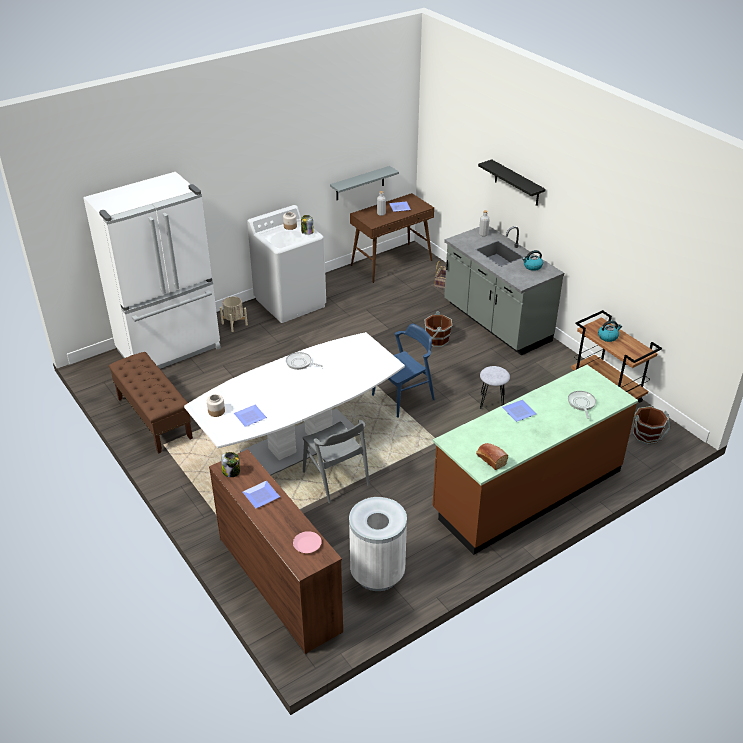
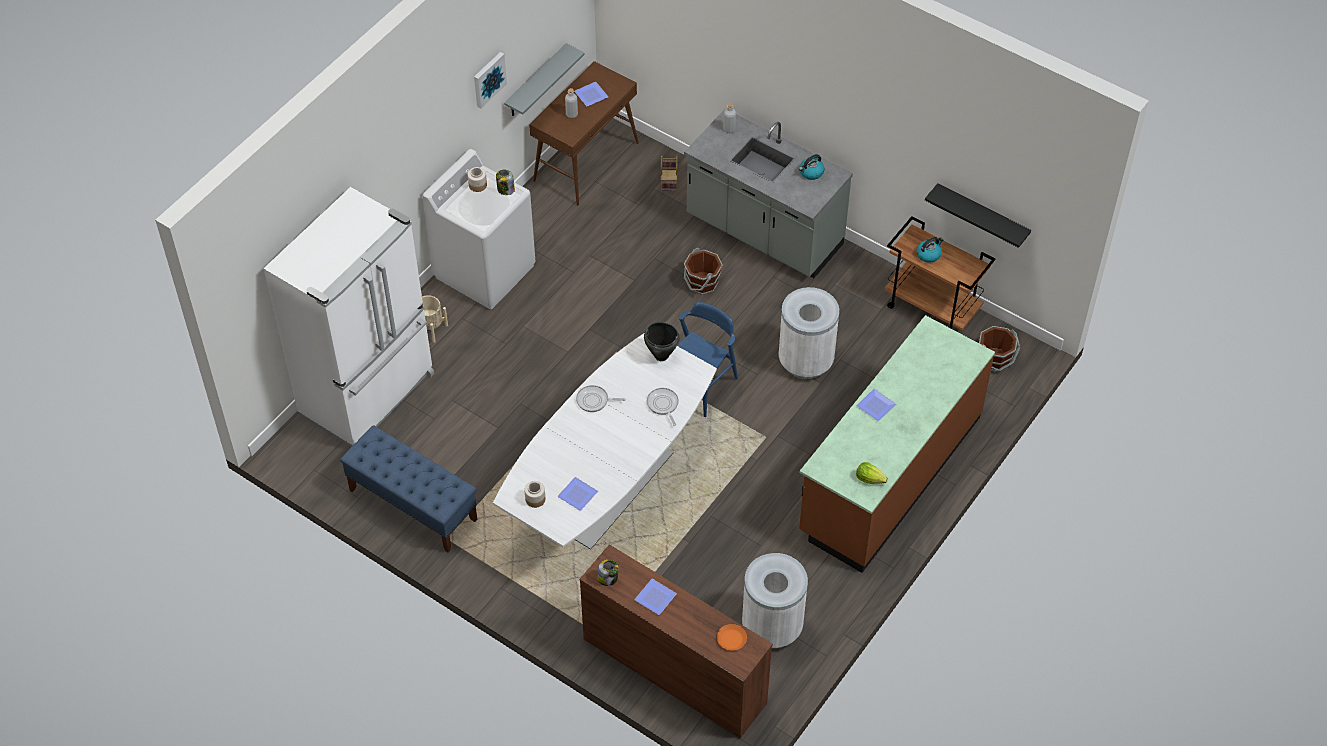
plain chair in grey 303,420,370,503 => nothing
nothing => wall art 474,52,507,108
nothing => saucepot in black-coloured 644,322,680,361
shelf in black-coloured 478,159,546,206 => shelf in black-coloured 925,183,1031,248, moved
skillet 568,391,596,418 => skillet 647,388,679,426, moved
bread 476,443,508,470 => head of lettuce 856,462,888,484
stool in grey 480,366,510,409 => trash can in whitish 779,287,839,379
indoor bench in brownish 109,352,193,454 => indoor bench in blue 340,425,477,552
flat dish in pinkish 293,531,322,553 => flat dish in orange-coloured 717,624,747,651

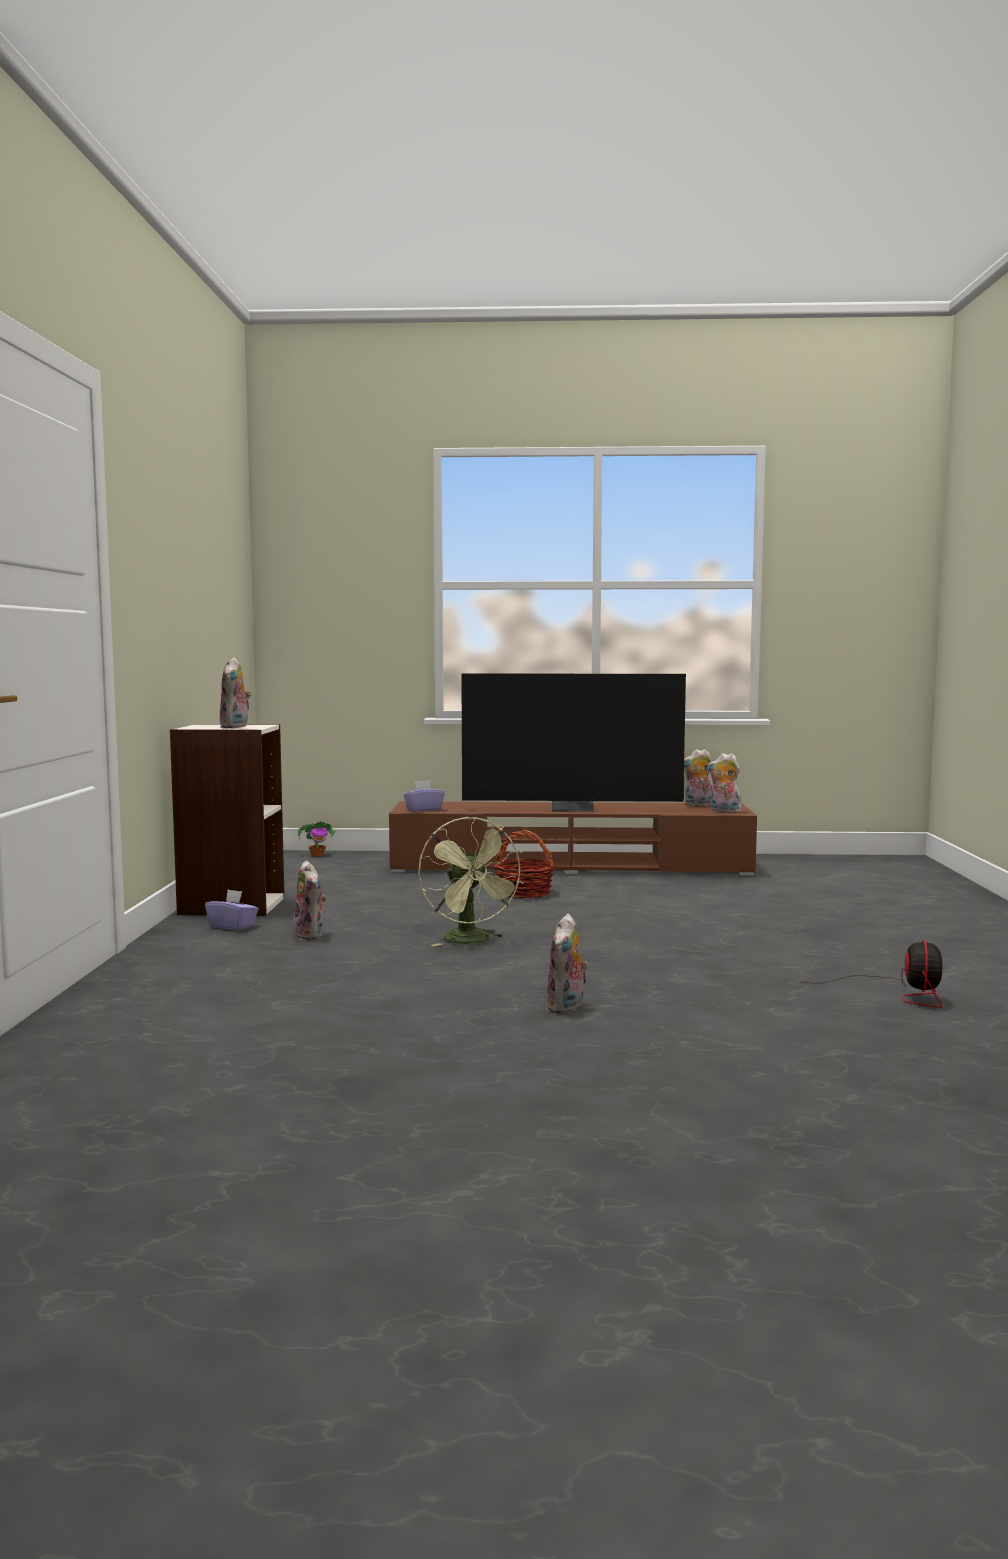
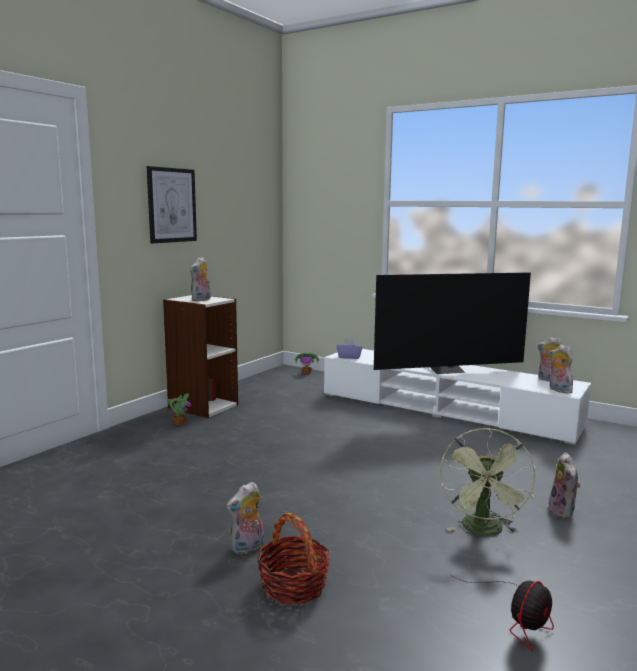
nothing => wall art 147,166,197,243
soft toy 291,860,327,940 => soft toy 549,452,581,519, moved
fan in greenish 418,817,524,946 => fan in greenish 440,428,536,536, moved
household basket 495,830,554,898 => household basket 257,513,330,604, moved
tissue box in purple-coloured 205,889,259,931 => potted plant 167,393,191,425
tv unit in brownish 389,801,757,876 => tv unit in whitish 324,349,591,445
television 461,674,686,812 => television 374,272,531,374, 45 degrees counterclockwise

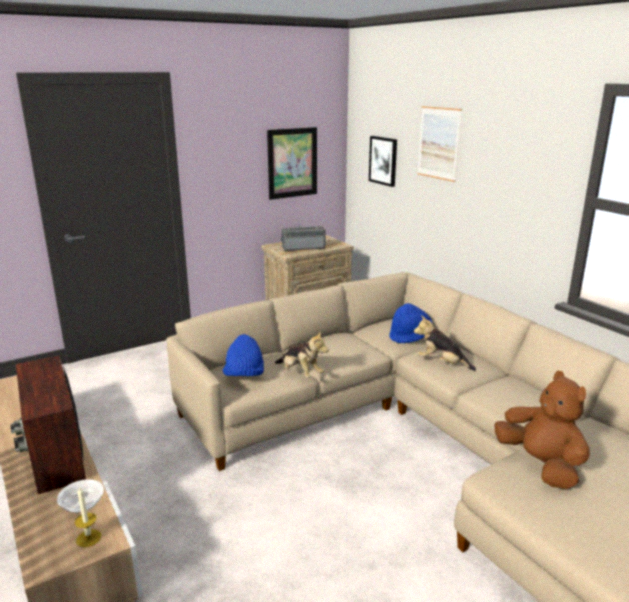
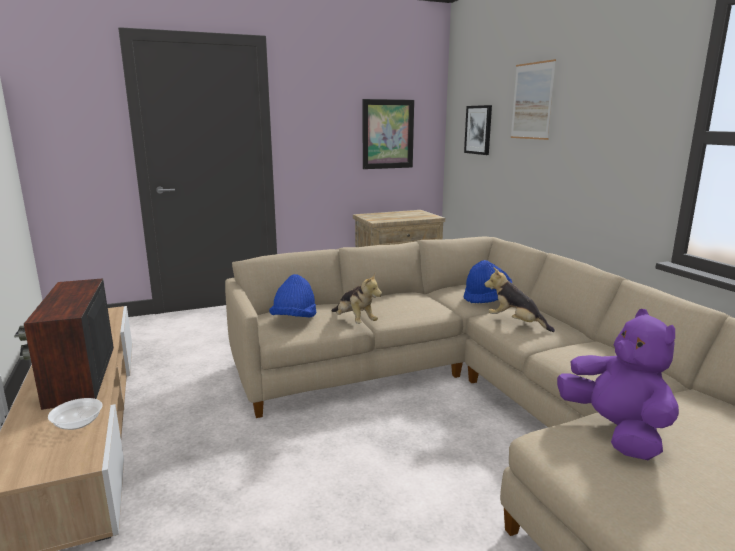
wax light 75,486,101,547 => nothing
radio set 281,225,326,251 => nothing
soft toy in brownish 495,371,590,489 => soft toy in purple-coloured 557,309,679,460

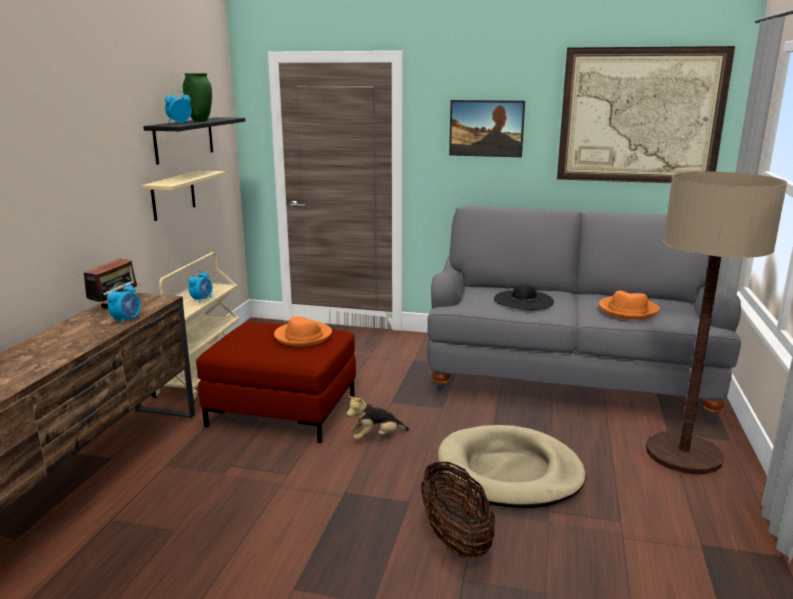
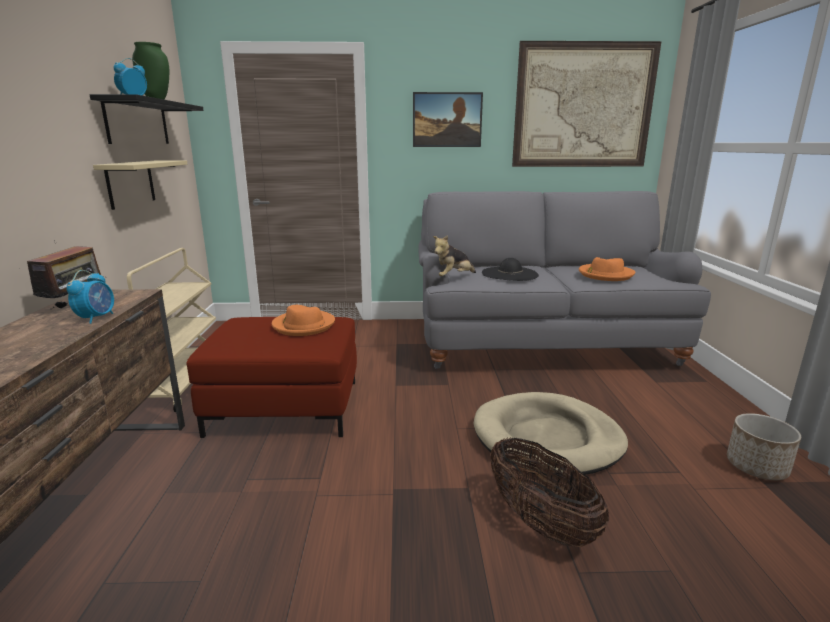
table clock 188,270,213,303 => nothing
standard lamp 646,171,787,474 => nothing
nothing => planter 727,413,801,480
soft toy 347,396,409,440 => soft toy 433,235,476,276, moved

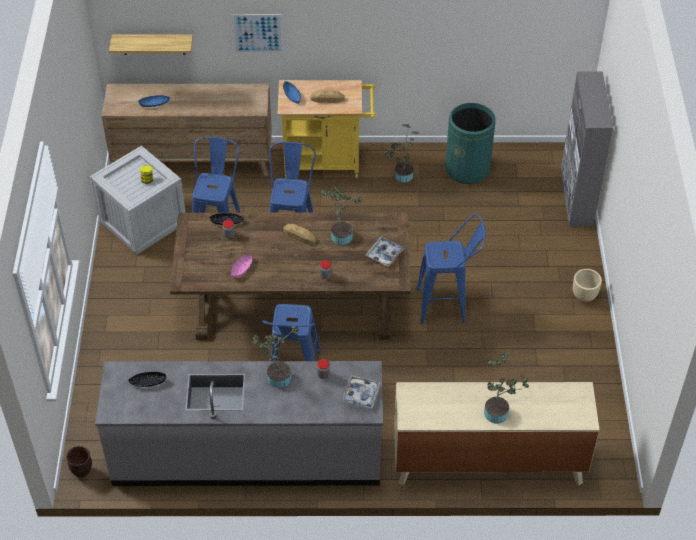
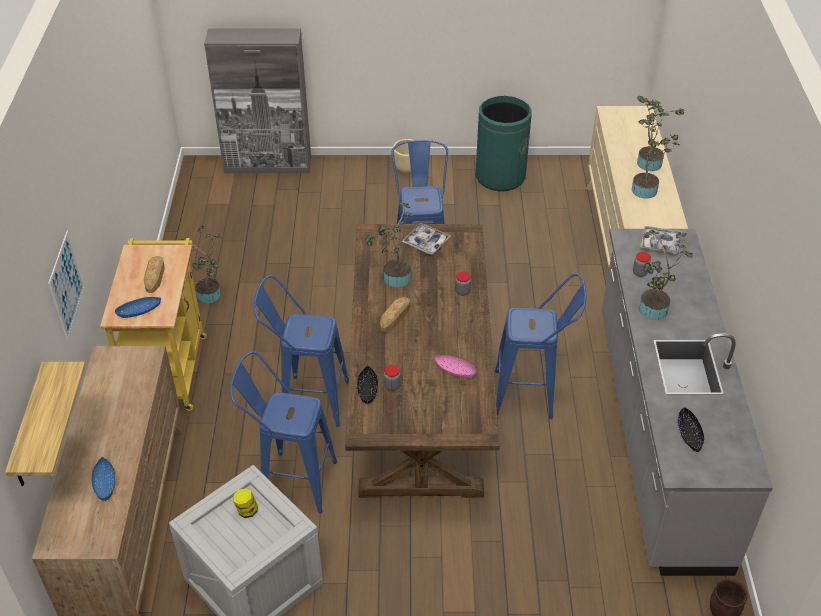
nothing => potted plant 632,113,680,199
trash can in greenish 445,103,496,184 => trash can in greenish 475,96,532,191, moved

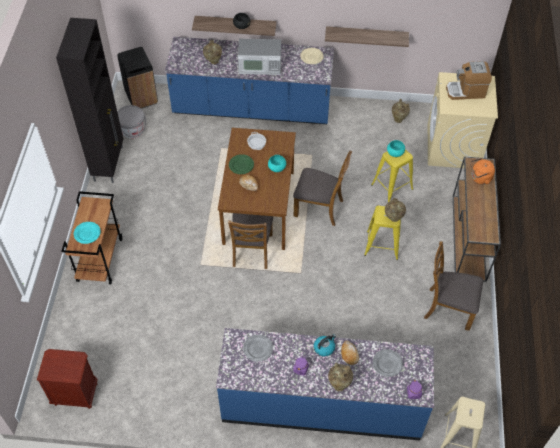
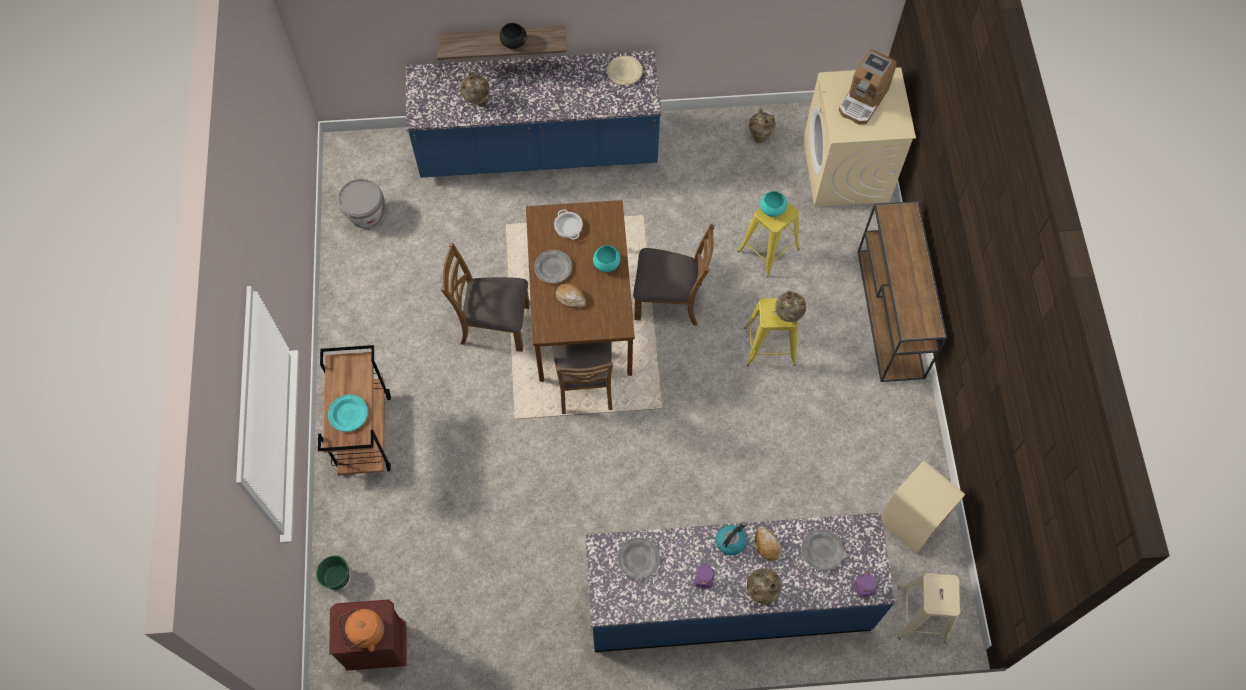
cabinet in black-coloured 56,18,123,183 => nothing
trash can in black-coloured 117,47,158,108 => nothing
kitchen microwave 238,39,281,75 => nothing
shelf 325,26,409,47 => nothing
nothing => bucket in greenish 316,555,349,590
nothing => trash can in beige-coloured 881,460,965,553
plain chair in brownish 424,241,483,331 => plain chair in brownish 441,243,530,352, moved
water kettle in orange-coloured 470,158,495,185 => water kettle in orange-coloured 338,609,384,652, moved
flat dish in greenish 229,154,254,174 => flat dish in grey 534,250,572,283
coffee maker 446,61,492,100 => coffee maker 839,49,897,125, 45 degrees counterclockwise

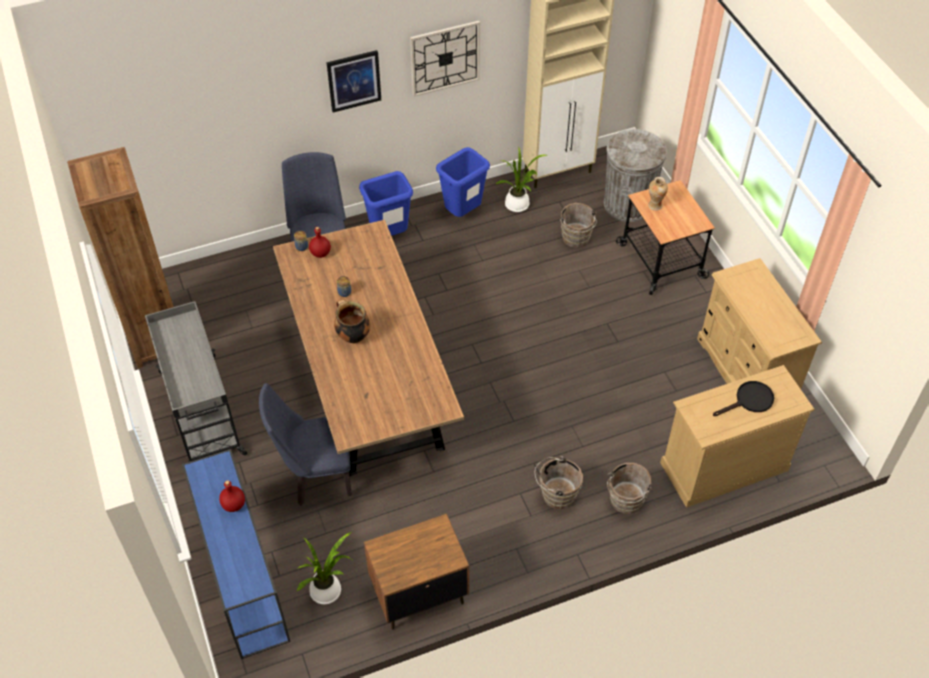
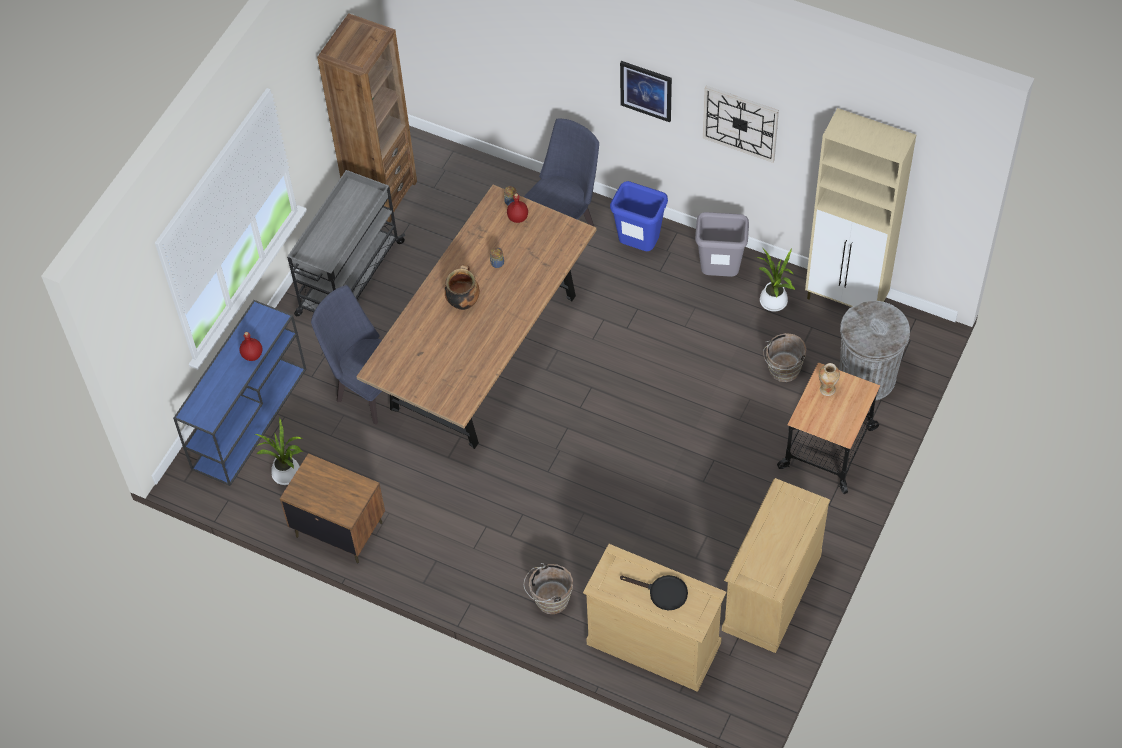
bucket in brownish 535,456,583,509 => nothing
trash can in blue 436,147,490,217 => trash can in grey 695,212,749,277

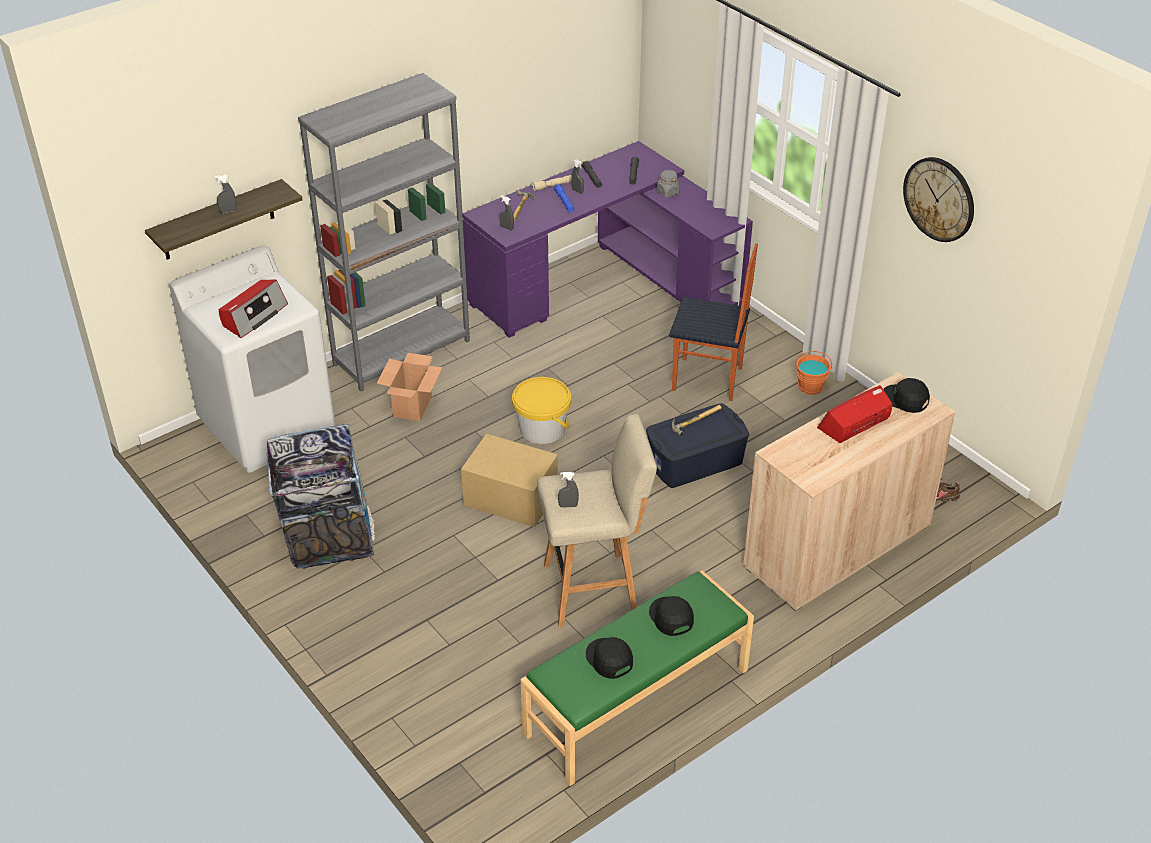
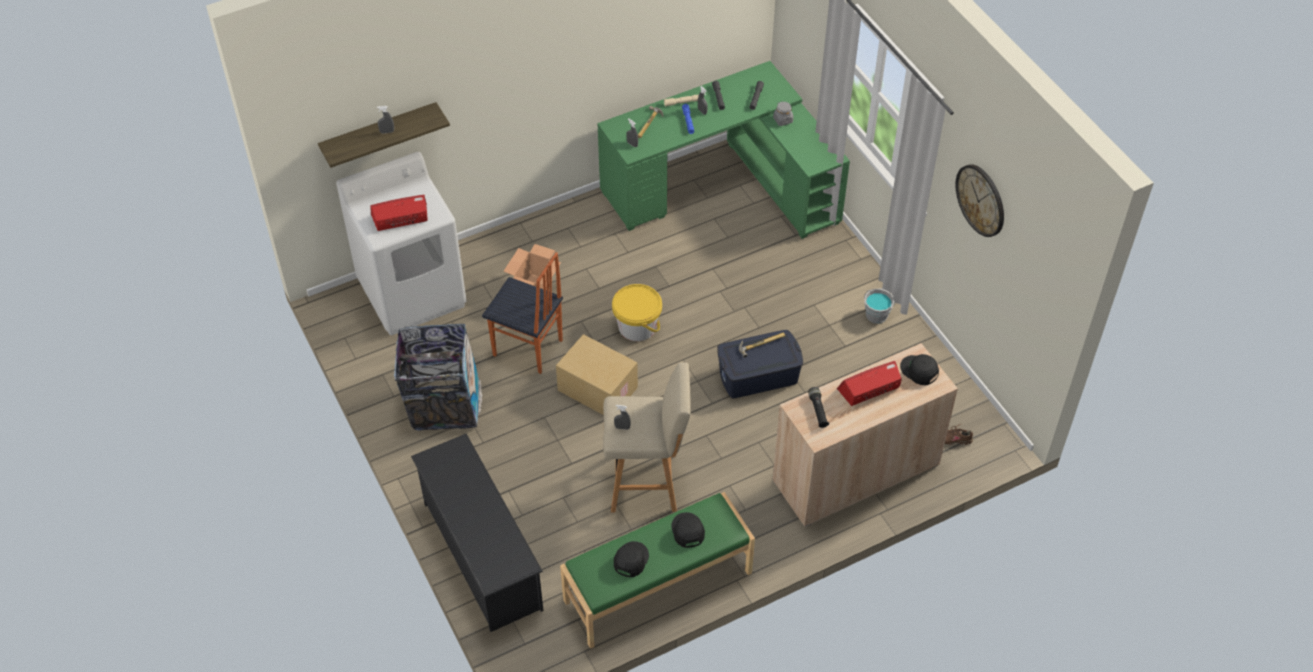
shelving unit in grey 298,73,470,391 => nothing
nothing => shoe shelf in black-coloured 411,434,543,632
nothing => hand torch in black-coloured 808,387,829,428
plain chair 669,243,758,401 => plain chair 482,252,563,374, moved
desk unit in purple-coloured 462,141,753,338 => desk unit in greenish 597,61,850,239
bucket in orange-coloured 795,351,832,395 => bucket in grey 864,289,895,324
radio set 219,279,288,338 => radio set 370,195,428,231, 150 degrees counterclockwise
baseball cap in black-coloured 586,637,633,679 => baseball cap in black-coloured 614,541,649,577, 45 degrees clockwise

